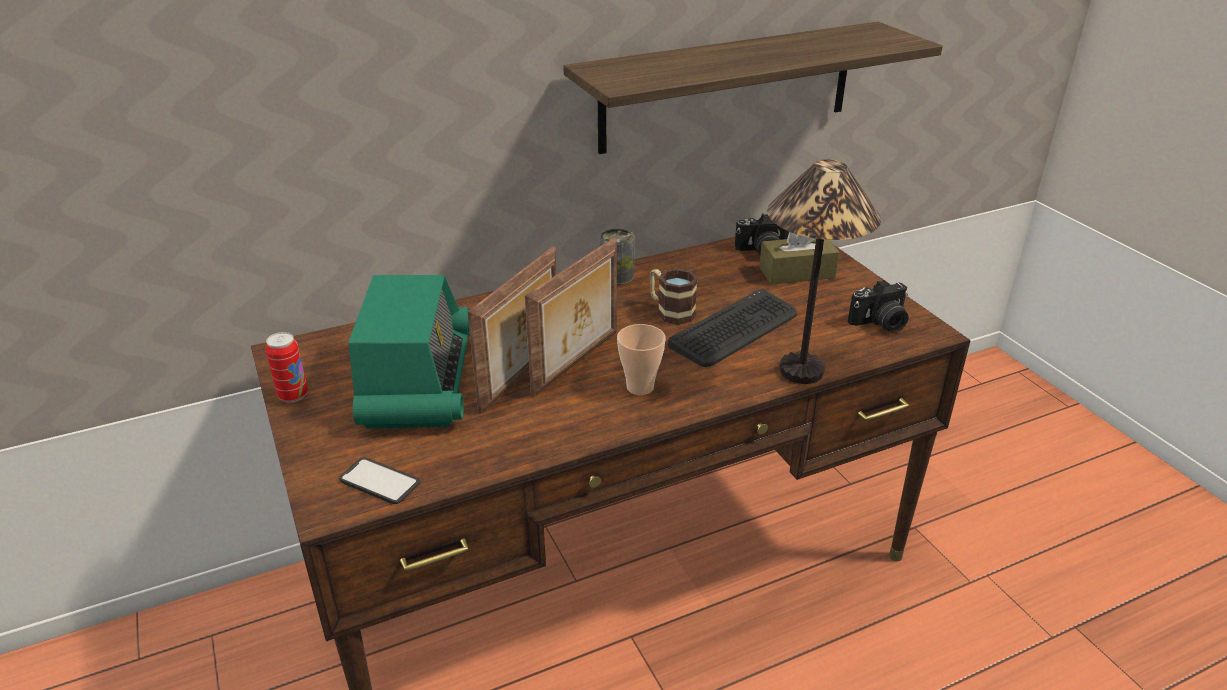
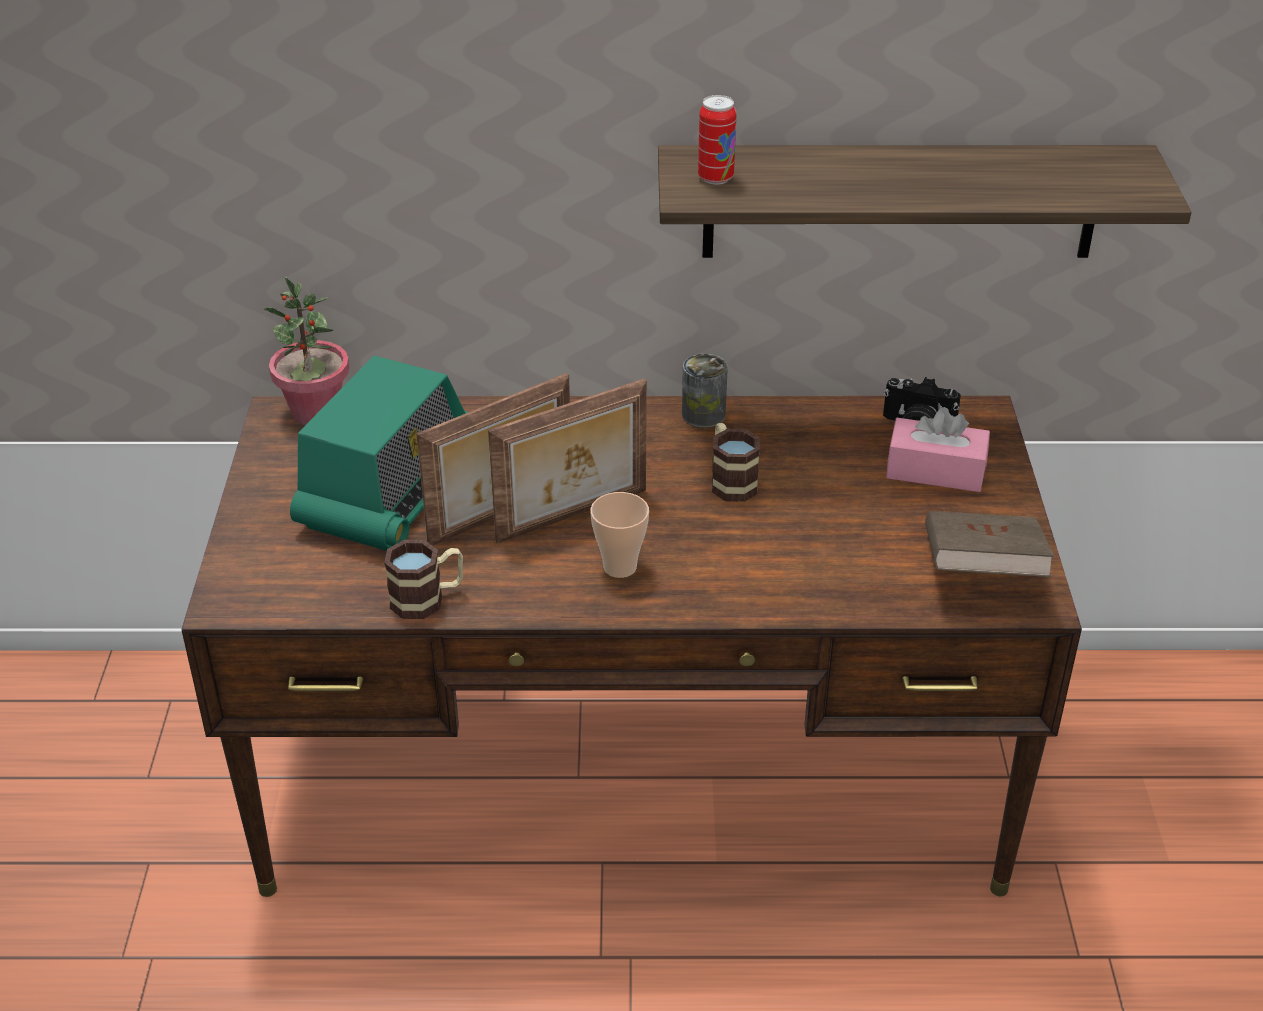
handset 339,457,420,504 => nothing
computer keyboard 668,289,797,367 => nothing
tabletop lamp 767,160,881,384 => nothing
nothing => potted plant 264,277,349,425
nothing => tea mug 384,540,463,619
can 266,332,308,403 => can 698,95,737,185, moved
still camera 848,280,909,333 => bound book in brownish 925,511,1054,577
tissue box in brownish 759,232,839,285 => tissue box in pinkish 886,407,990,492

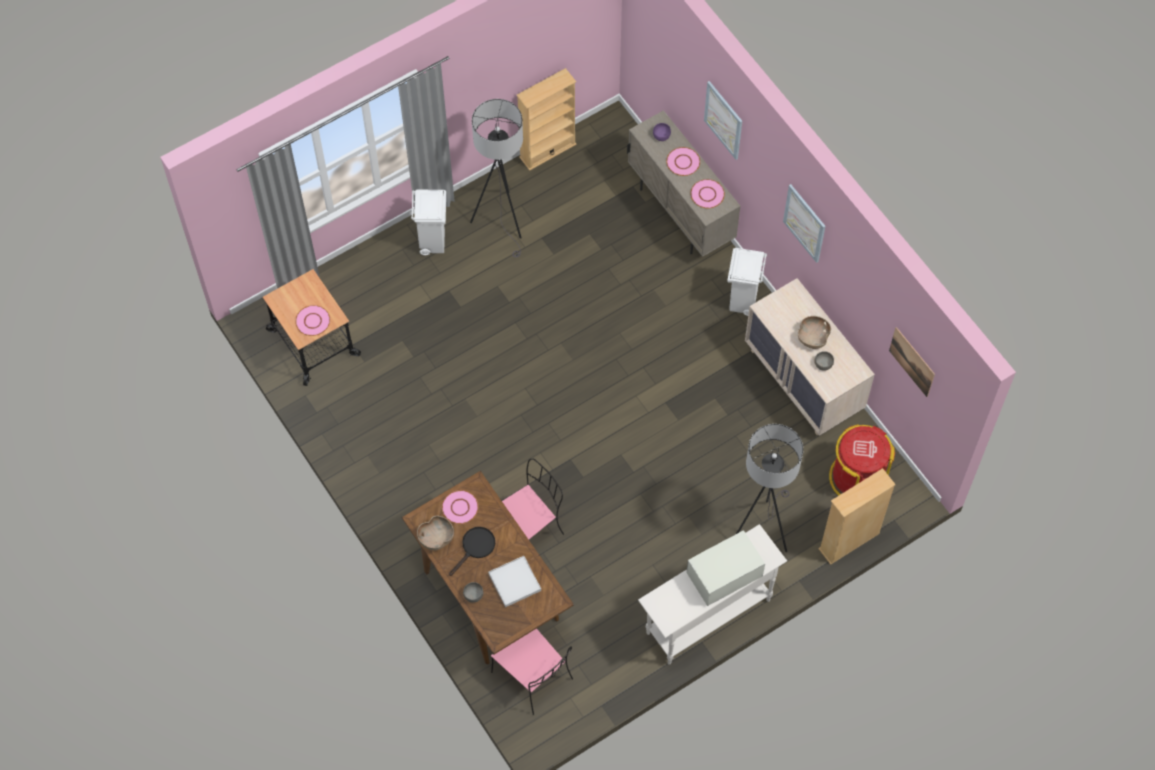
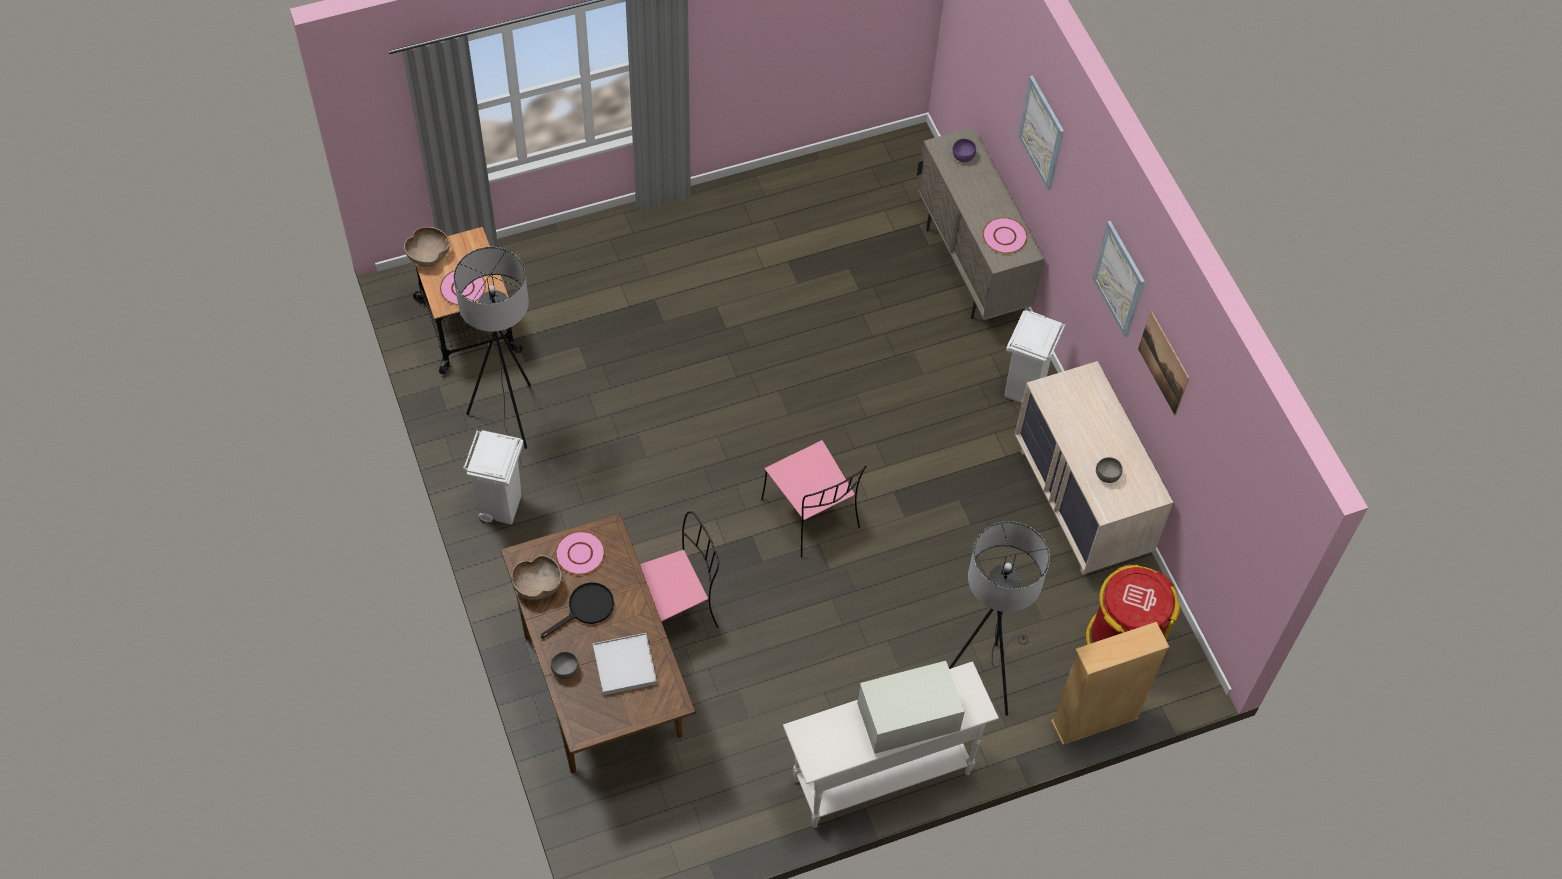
shelving unit in beige-coloured 516,68,577,171 => nothing
flat dish in pinkish 666,147,700,176 => nothing
trash can in whitish 411,190,446,255 => trash can in whitish 463,430,523,524, moved
standard lamp in grey 470,99,523,257 => standard lamp in grey 454,247,531,468, moved
plain chair in pinkish 491,629,573,715 => plain chair in pinkish 761,440,867,557, moved
serving bowl in brownish 798,316,831,349 => serving bowl in brownish 404,227,450,267, moved
wall art 889,327,935,397 => wall art 1138,311,1189,415, moved

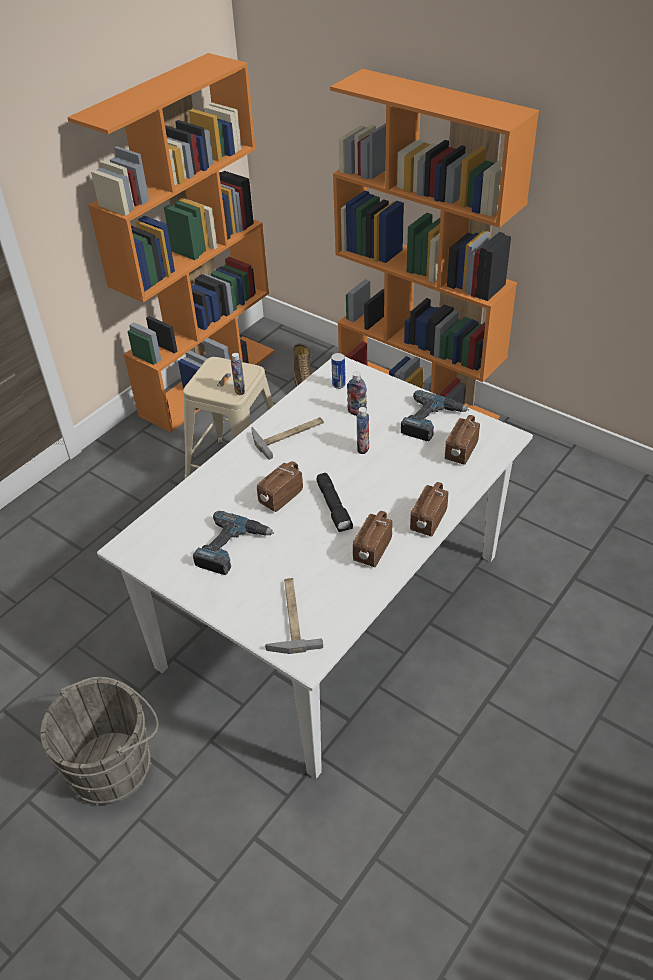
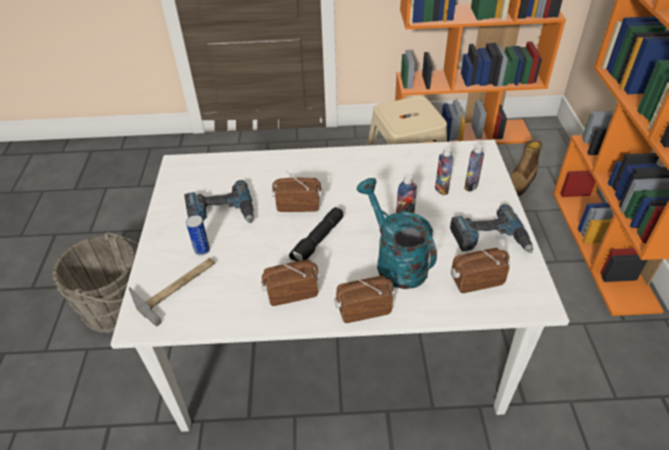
tool hammer 251,417,324,460 => nothing
nothing => sprinkling can in blue-green 357,178,437,289
bottle 231,353,245,395 => bottle 464,144,484,192, moved
can 331,353,346,389 => can 186,215,210,255, moved

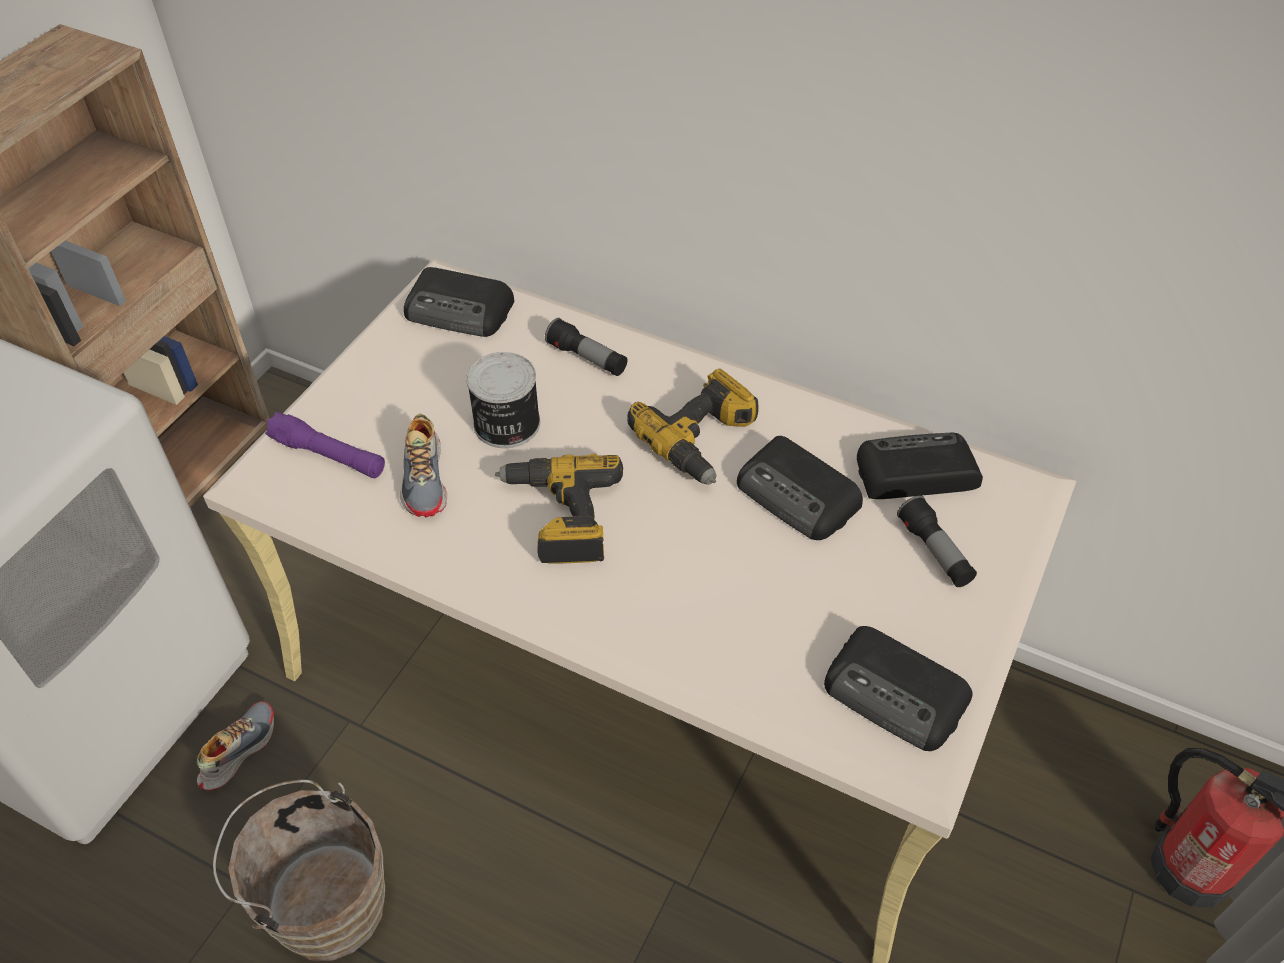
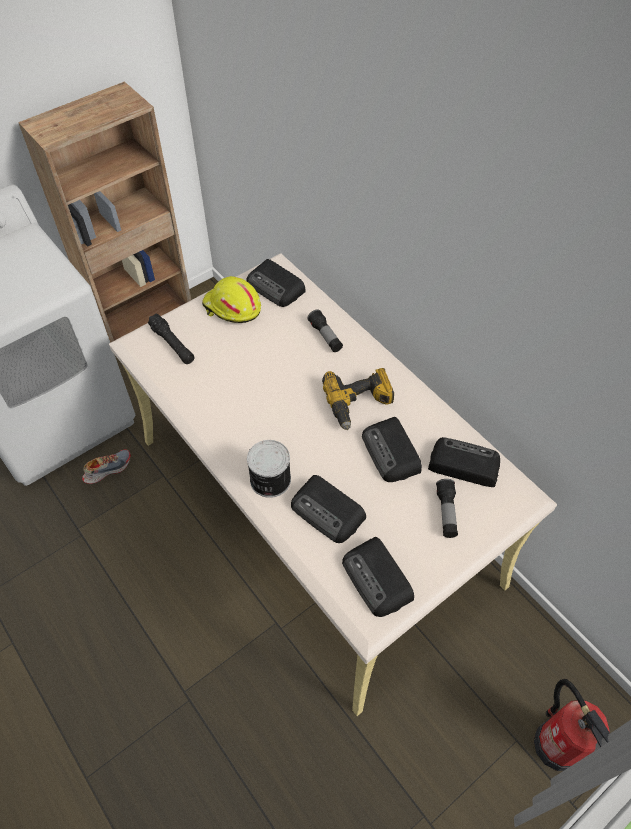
bucket in brownish 213,780,385,961 => nothing
low shoe 400,413,447,518 => nothing
electric drill 495,454,623,564 => nothing
nothing => work helmet in yellowish 202,276,261,323
nothing => radio set 291,475,366,543
can 466,352,540,448 => can 247,440,291,498, moved
hand torch in purple-coloured 265,412,385,478 => hand torch in black-coloured 148,313,195,364

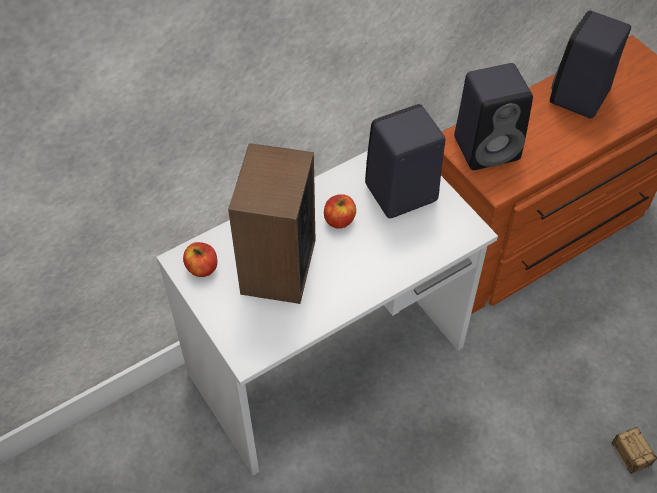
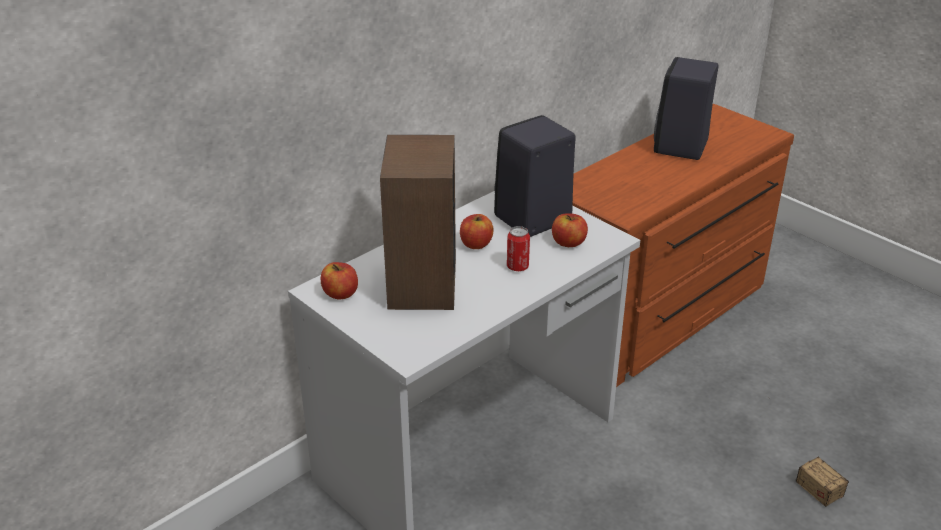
loudspeaker in black-coloured 454,63,533,170 => nothing
nothing => can 507,226,530,271
nothing => apple 552,213,588,247

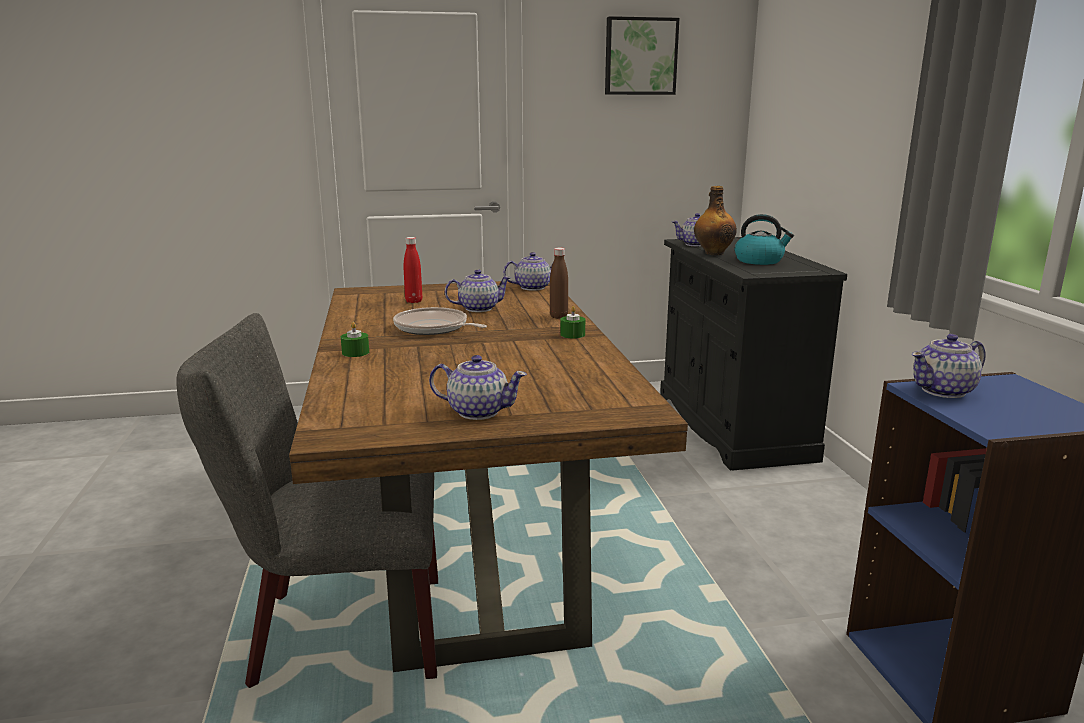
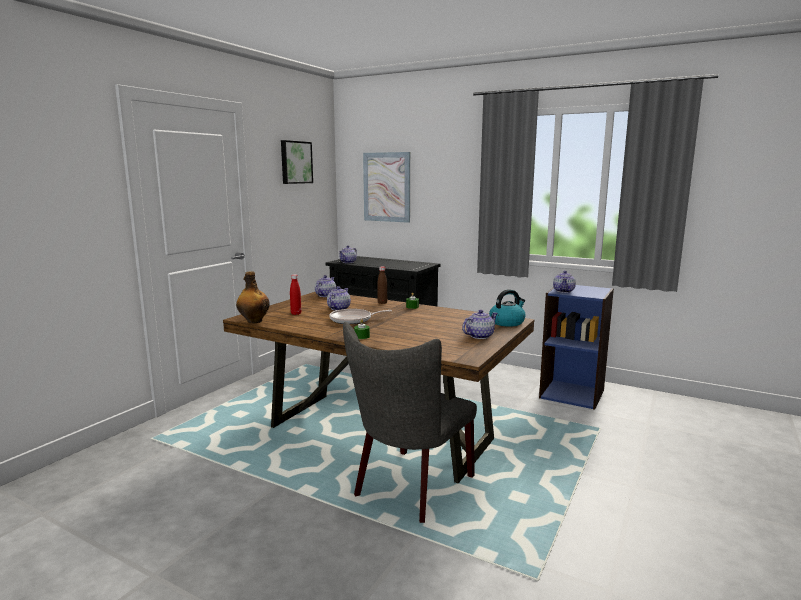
nothing => wall art 363,152,410,223
bottle 694,186,737,255 => bottle 236,271,270,323, moved
water kettle 735,214,794,265 => water kettle 489,289,526,327, moved

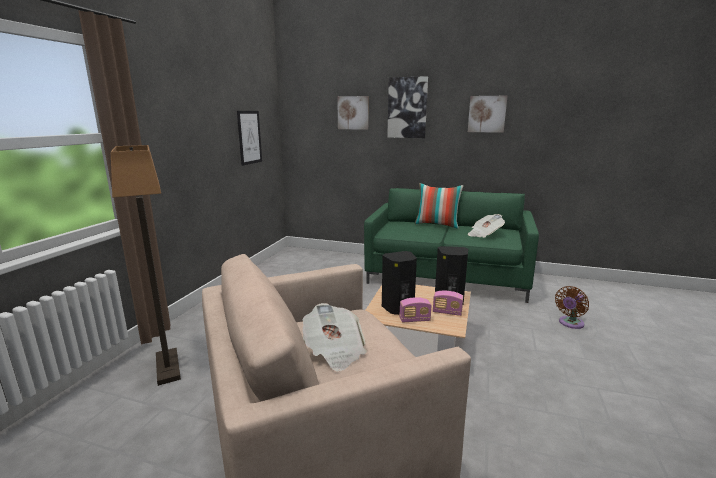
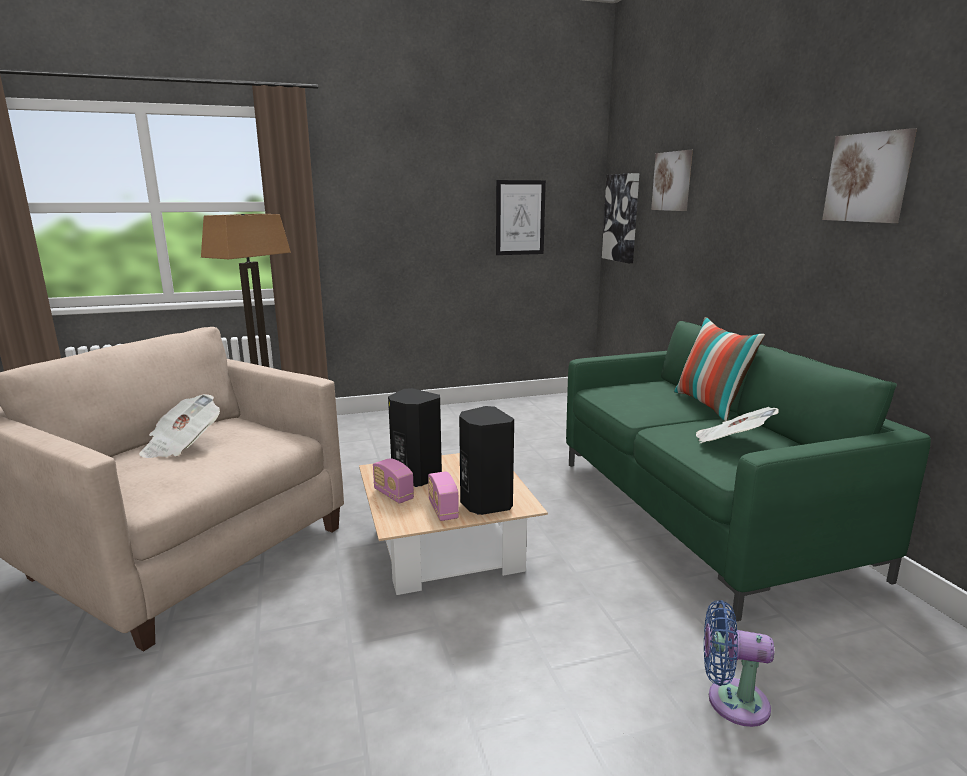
wall art 387,76,428,138 => wall art 602,173,639,263, moved
fan in brownish 555,286,589,329 => fan in blue 704,600,774,727

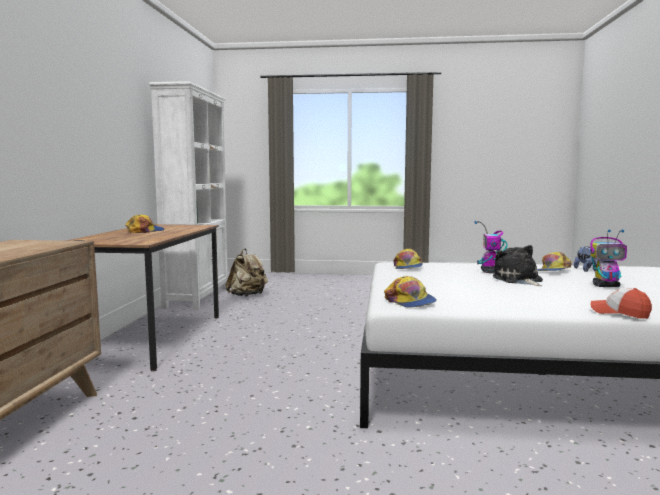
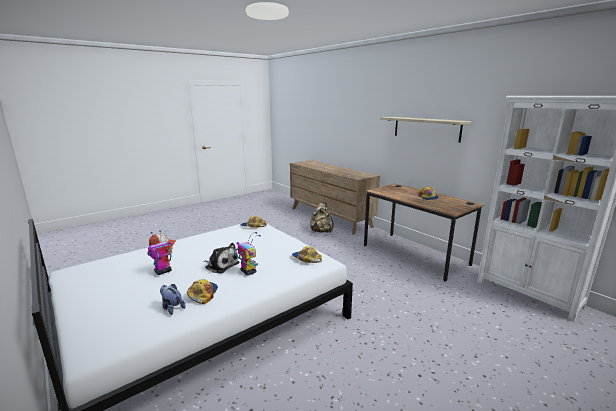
nothing => shelf 380,117,471,143
knapsack in beige-coloured 226,249,268,297 => knapsack in beige-coloured 310,202,334,233, moved

